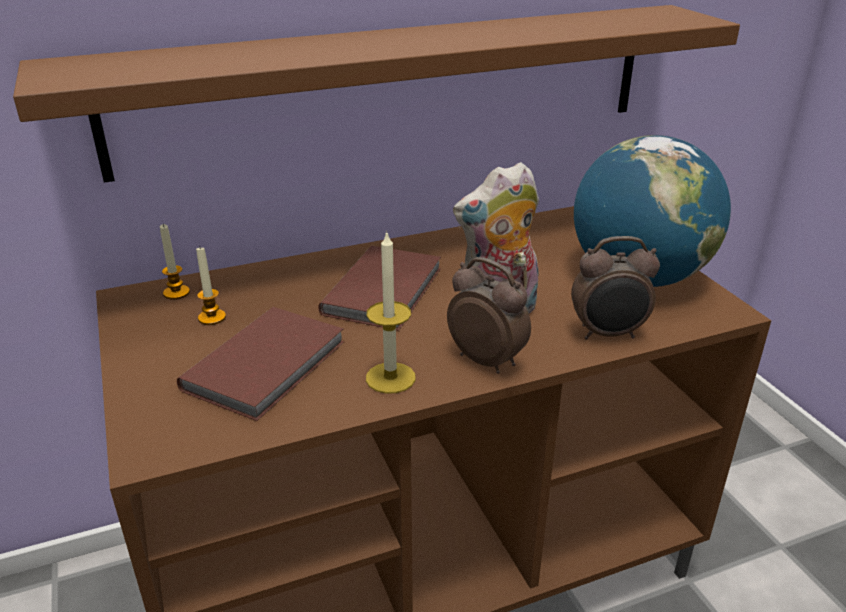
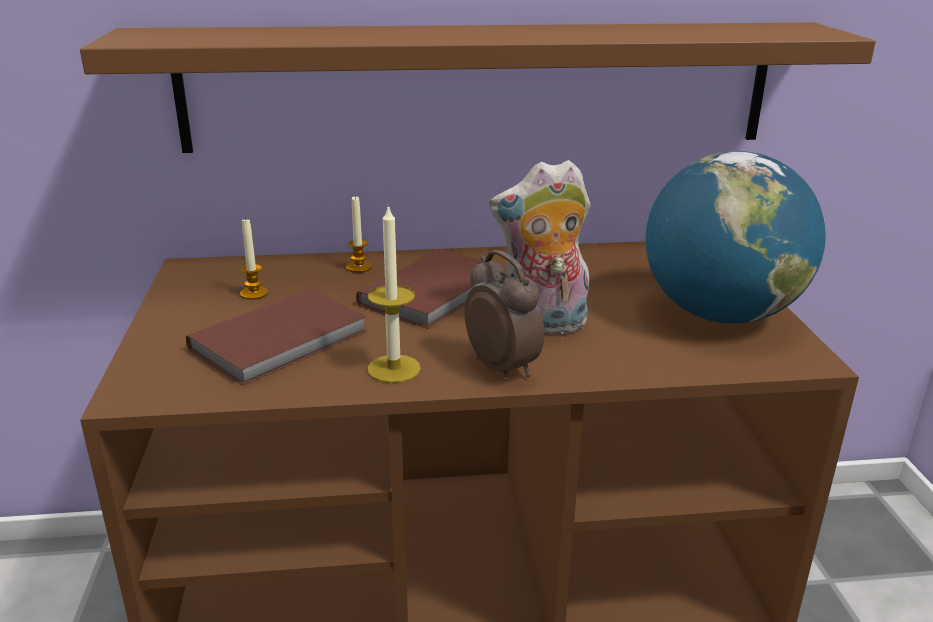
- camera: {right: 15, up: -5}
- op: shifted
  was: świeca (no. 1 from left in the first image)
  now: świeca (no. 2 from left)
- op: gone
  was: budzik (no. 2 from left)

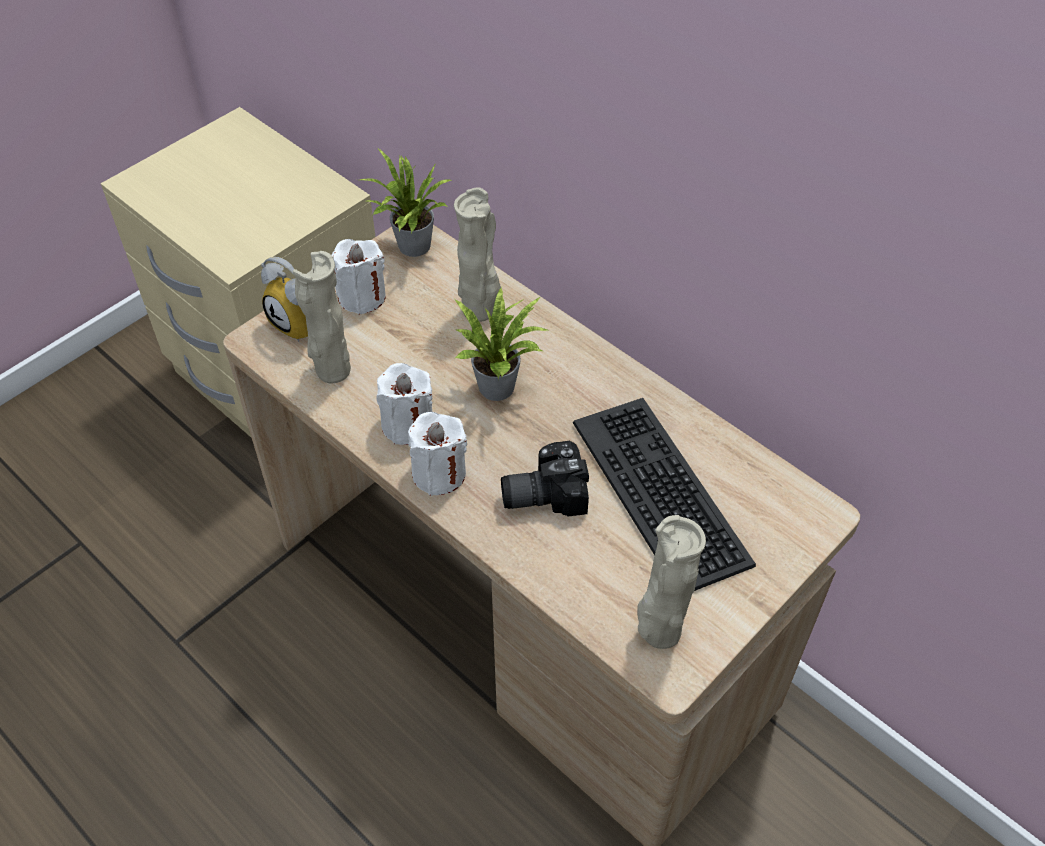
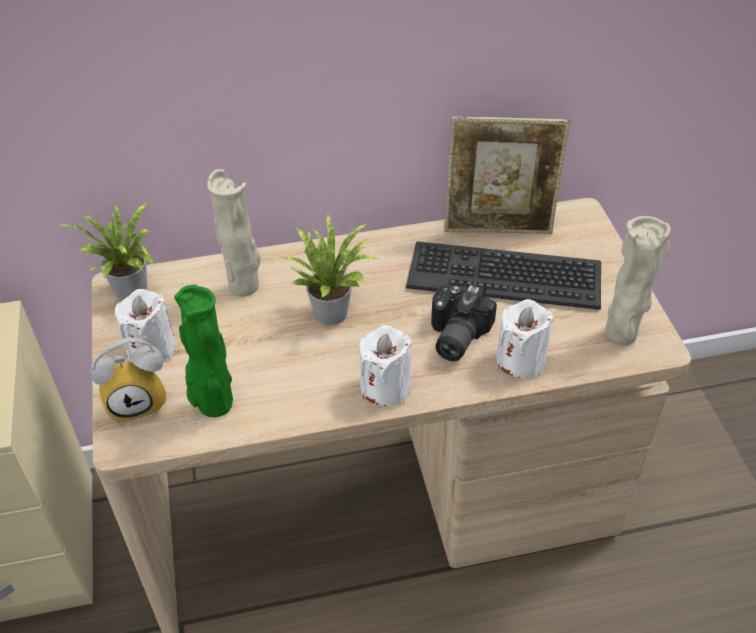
- camera: {right: -55, up: -5}
- op: repainted
  was: wazon/beżowy (no. 1 from left)
  now: wazon/zielony
- op: new
  now: ramka na zdjęcie
- op: shifted
  was: świeca/biały (no. 2 from left in the first image)
  now: świeca/biały (no. 3 from left)

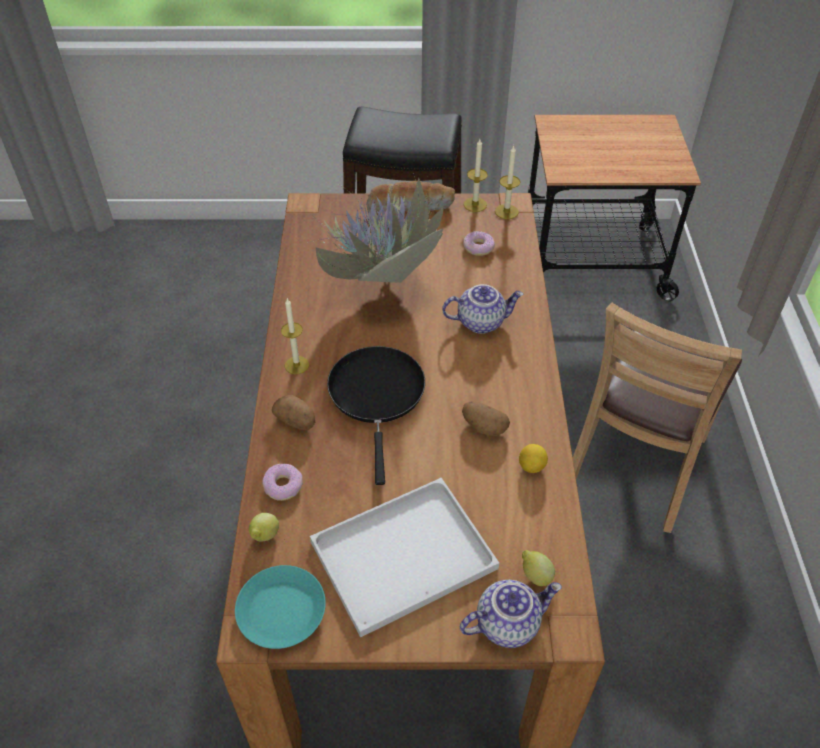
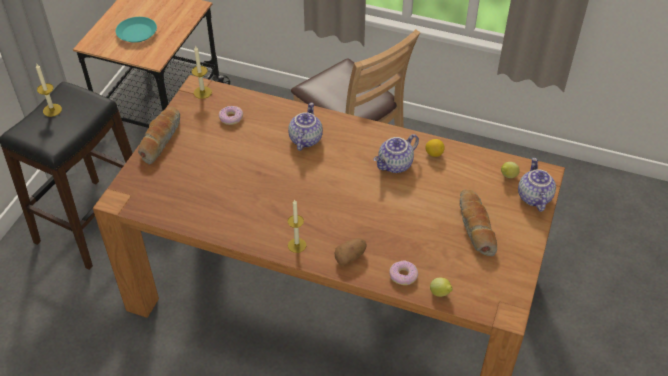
- camera: {right: -70, up: 0}
- op: shifted
  was: świeca (no. 2 from left in the first image)
  now: świeca (no. 1 from left)
- op: shifted
  was: talerz/turkusowy
- op: swapped
  was: ziemniak (no. 2 from left)
  now: imbryk (no. 2 from left)
- op: swapped
  was: taca/biały
  now: chleb (no. 2 from left)
- op: gone
  was: roślina doniczkowa
- op: gone
  was: patelnia/czarny

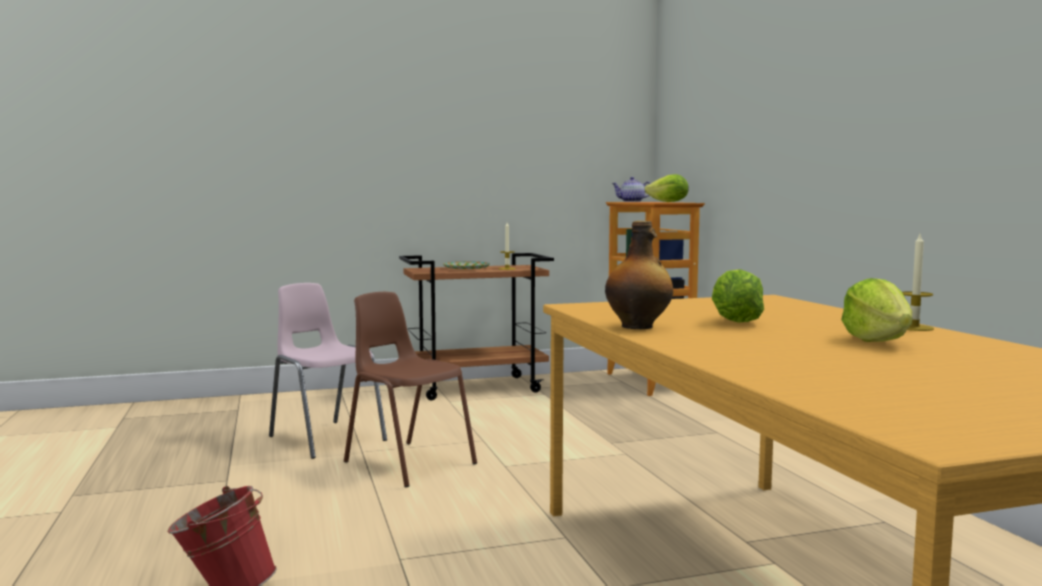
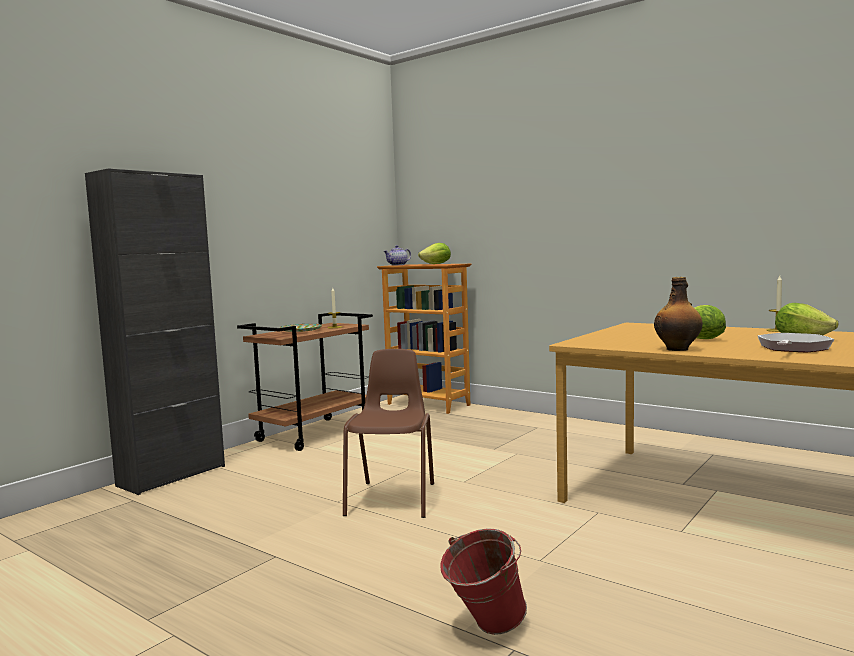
- camera: {right: -35, up: 0}
- op: new
  now: szafka/czarny
- op: rotated
  was: krzesło/brązowy
  clockwise: 90
- op: new
  now: patelnia
- op: gone
  was: krzesło/różowy

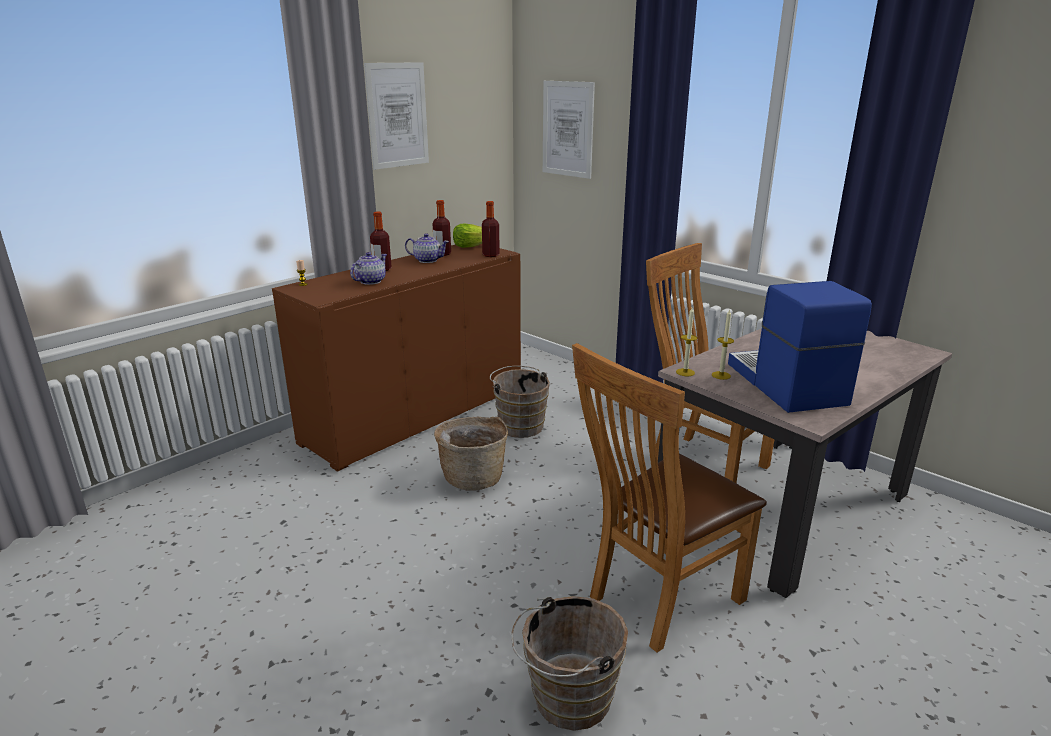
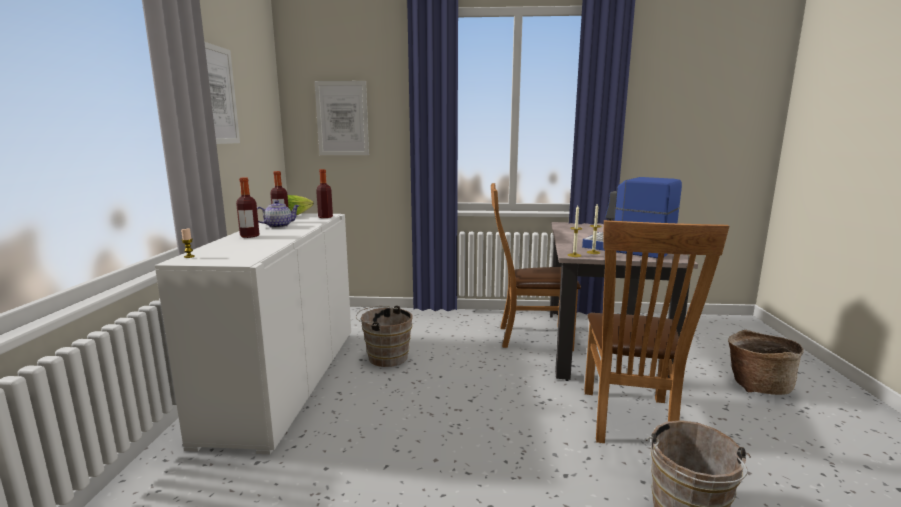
- camera: {right: -40, up: -10}
- op: repainted
  was: szafka/brązowy
  now: szafka/biały
- op: shifted
  was: koszyk
- op: gone
  was: imbryk (no. 1 from left)

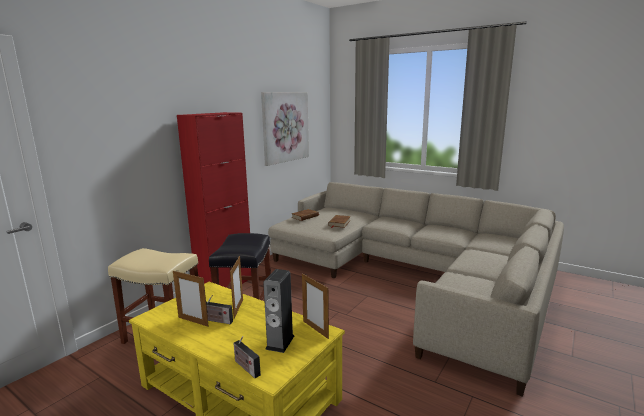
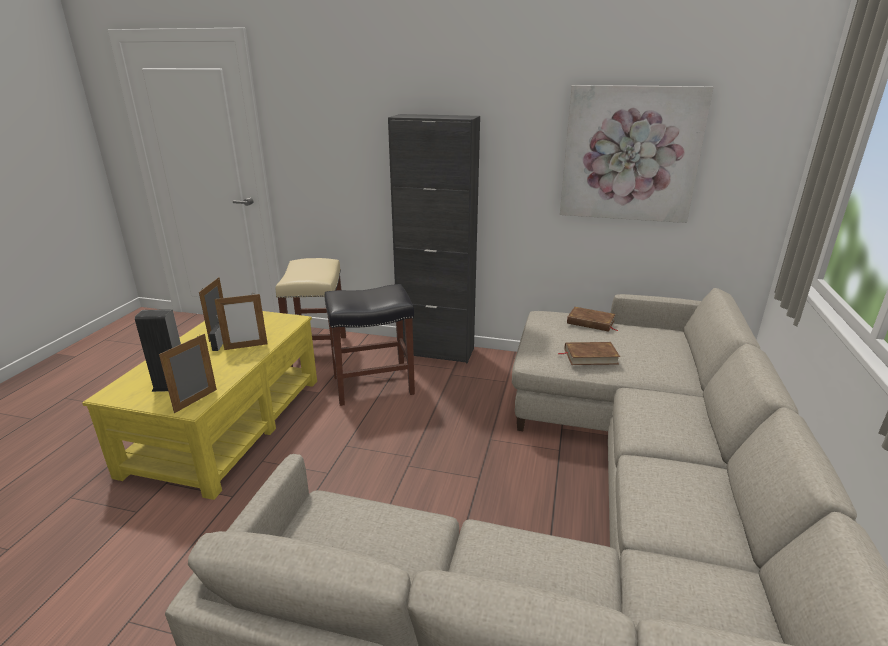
- camera: {right: 70, up: 10}
- op: repainted
  was: szafka/czerwony
  now: szafka/czarny
- op: gone
  was: radio (no. 2 from left)

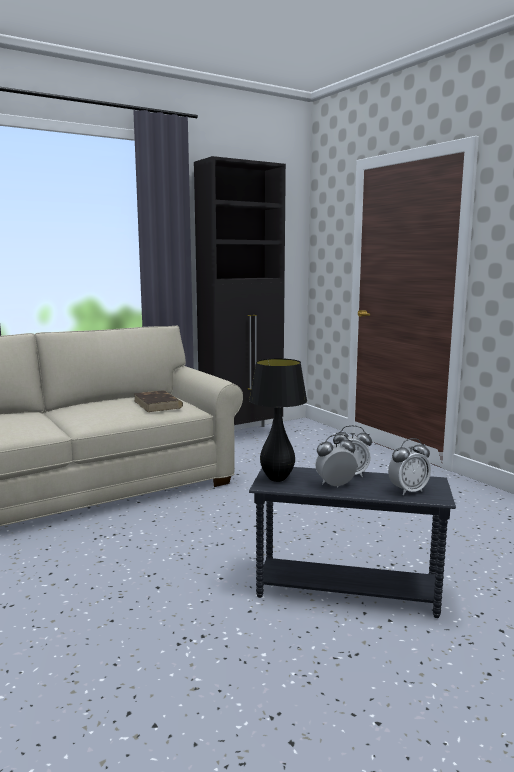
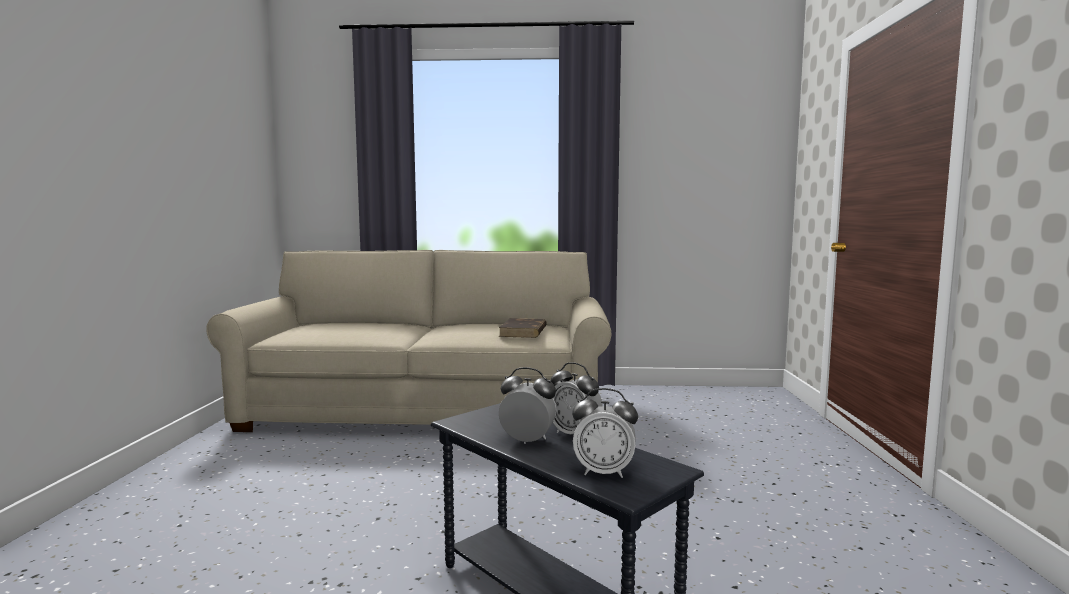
- camera: {right: 35, up: -5}
- op: gone
  was: szafka/czarny
- op: gone
  was: lampa stołowa/czarny

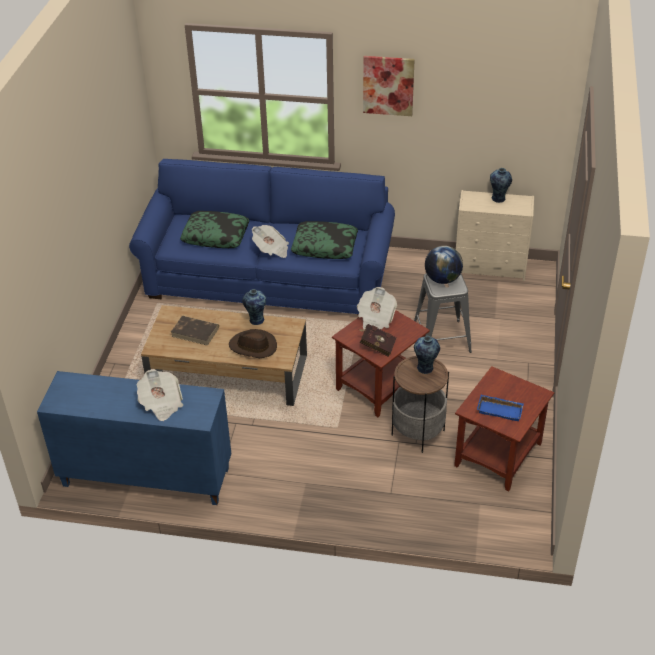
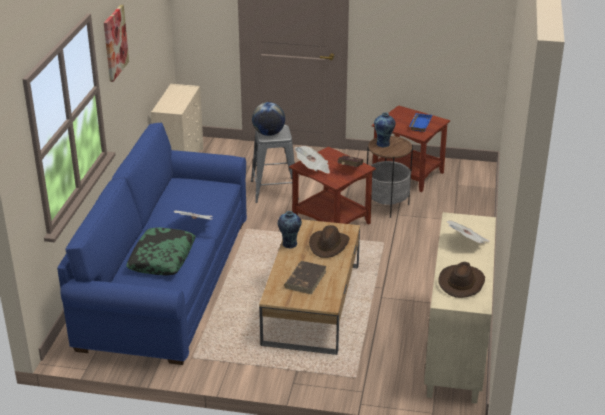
- camera: {right: -90, up: -10}
- op: repainted
  was: szafka/niebieski
  now: szafka/beżowy
- op: new
  now: kapelusz/brązowy (no. 2 from left)
- op: gone
  was: poduszka (no. 2 from left)
- op: gone
  was: wazon (no. 3 from left)

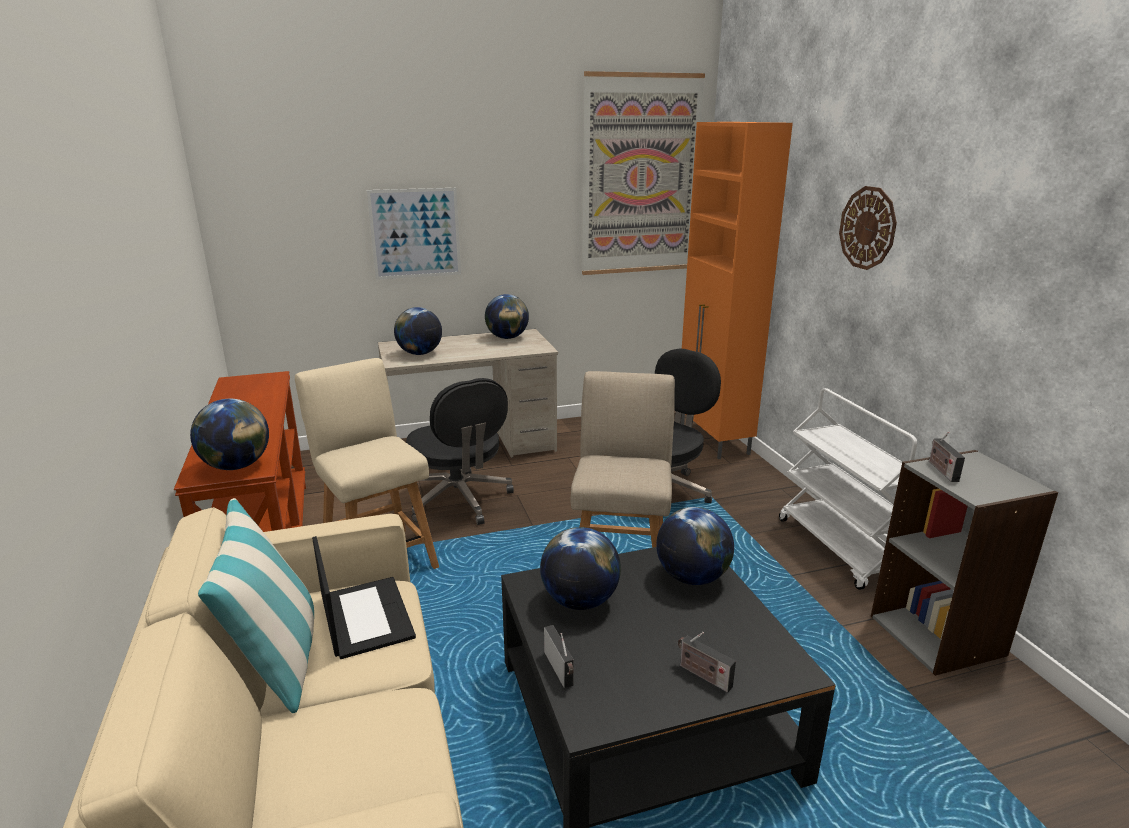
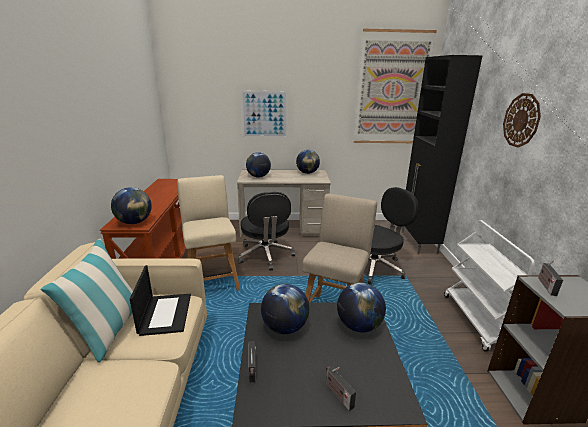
- camera: {right: 15, up: 0}
- op: repainted
  was: szafka/pomarańczowy
  now: szafka/czarny

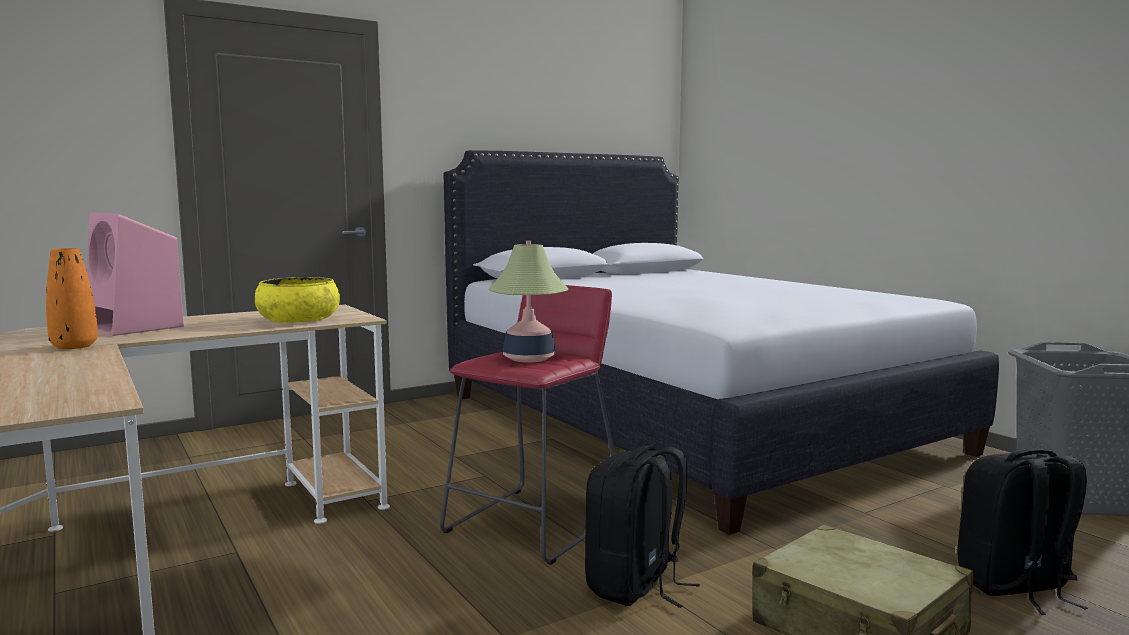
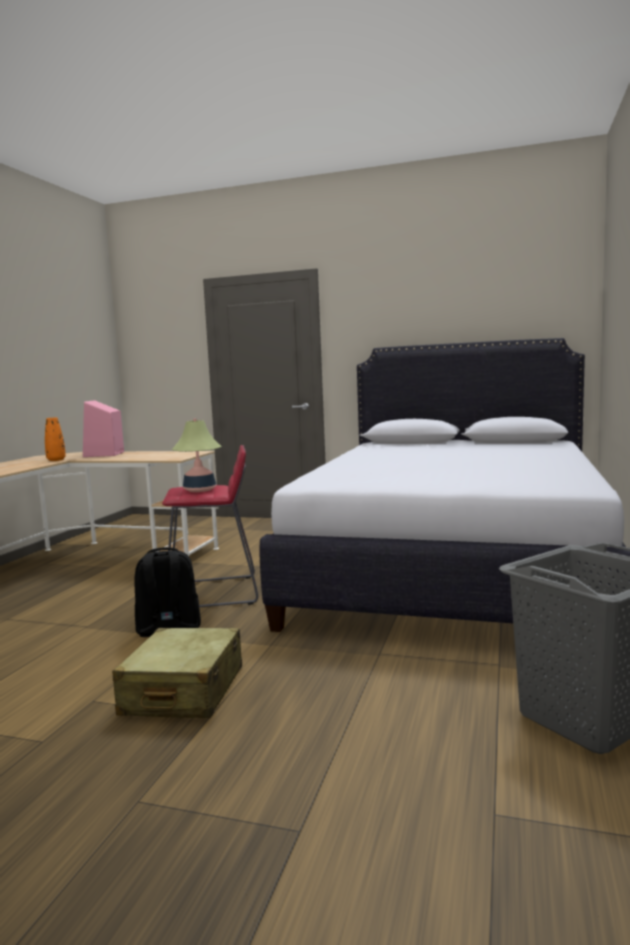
- camera: {right: 50, up: 0}
- op: gone
  was: miska/żółty
- op: gone
  was: plecak/czarny (no. 2 from left)

